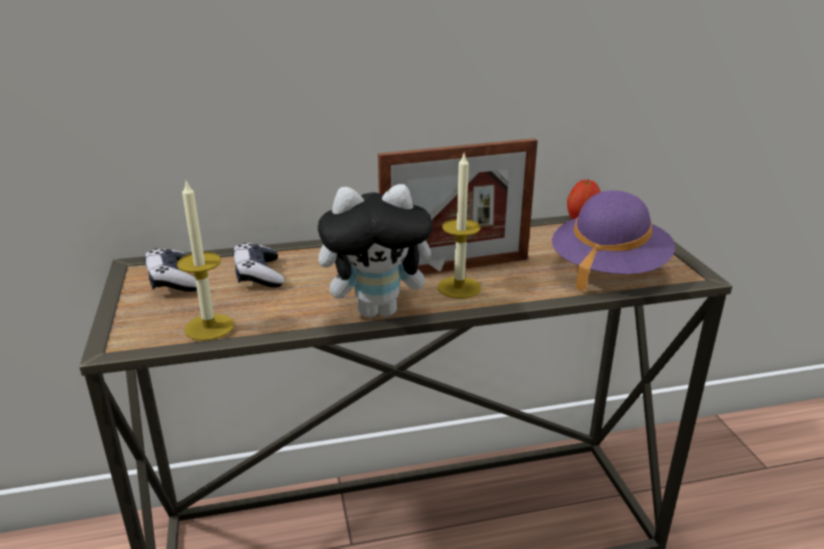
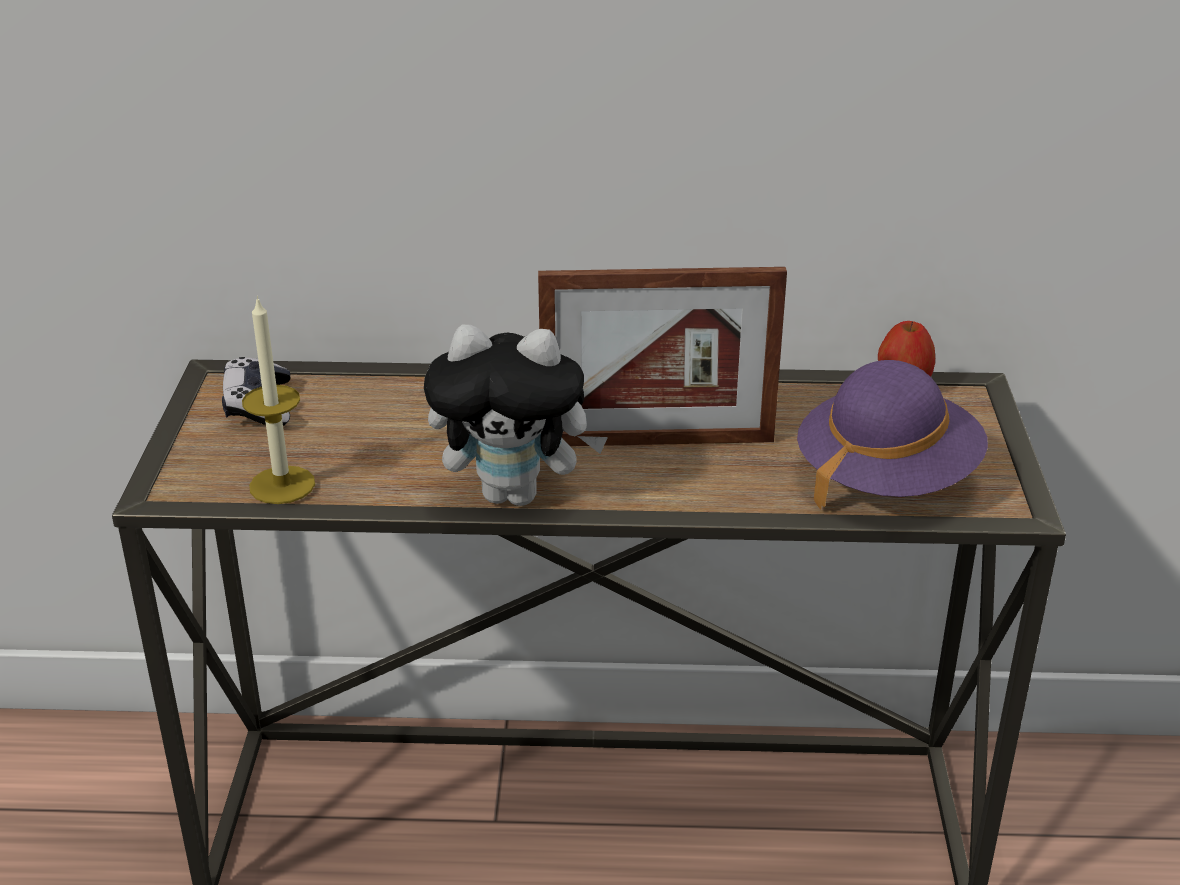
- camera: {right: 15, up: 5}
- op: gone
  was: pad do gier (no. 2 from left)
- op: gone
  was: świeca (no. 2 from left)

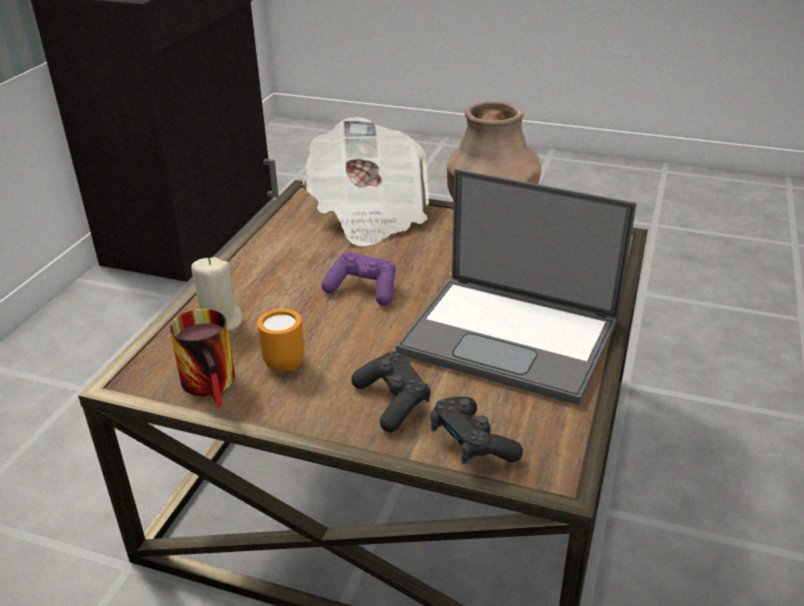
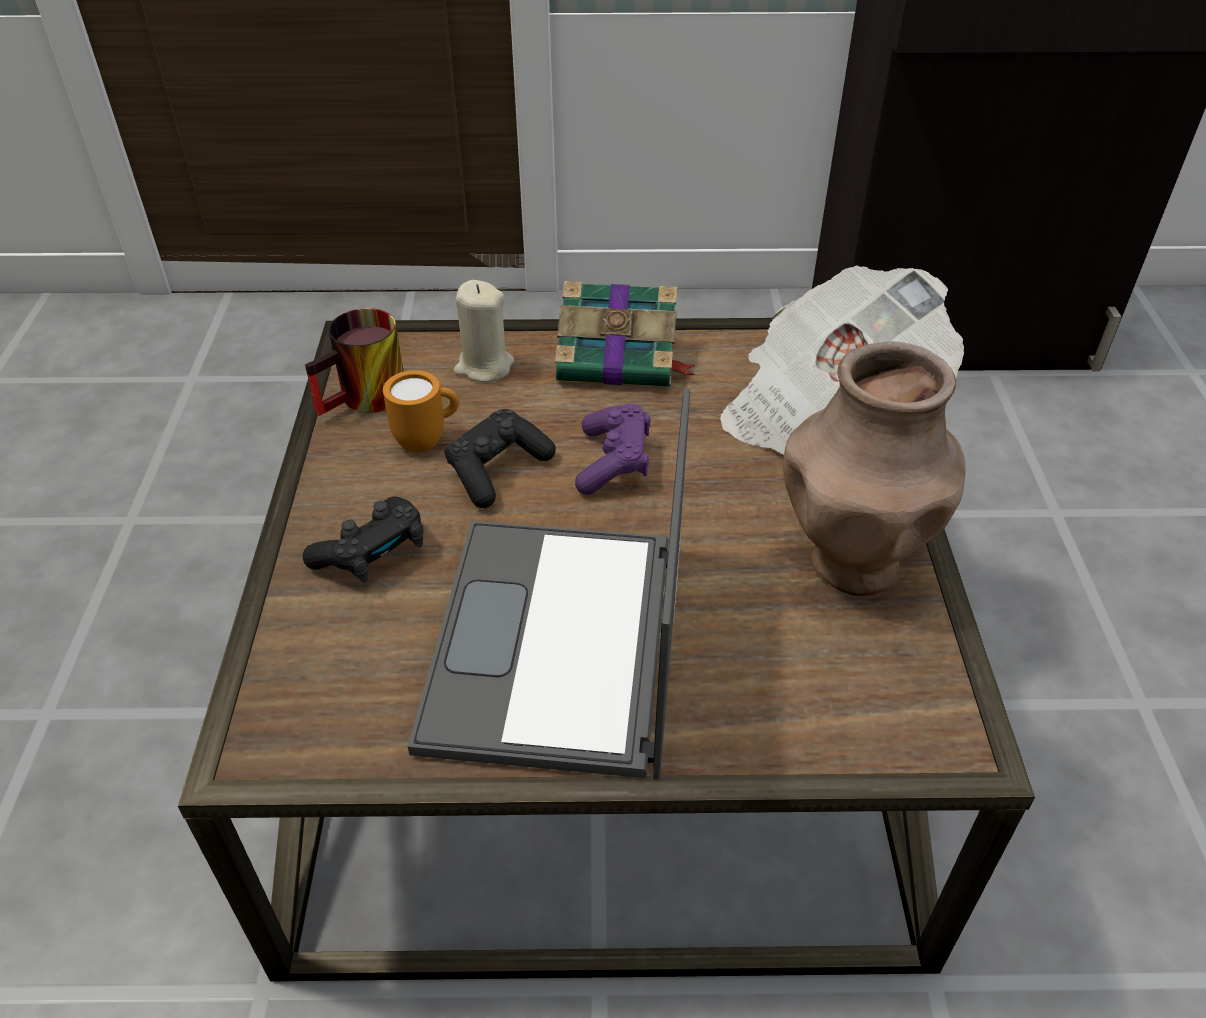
- camera: {right: 70, up: 10}
- op: shifted
  was: pad do gier/czarny (no. 2 from left)
- op: new
  now: książka

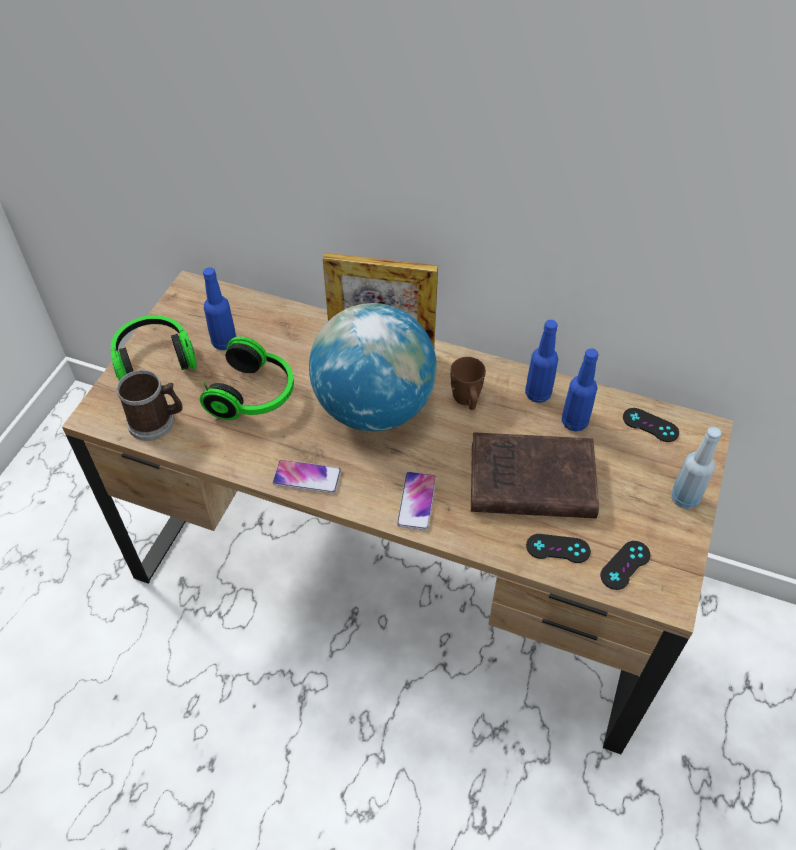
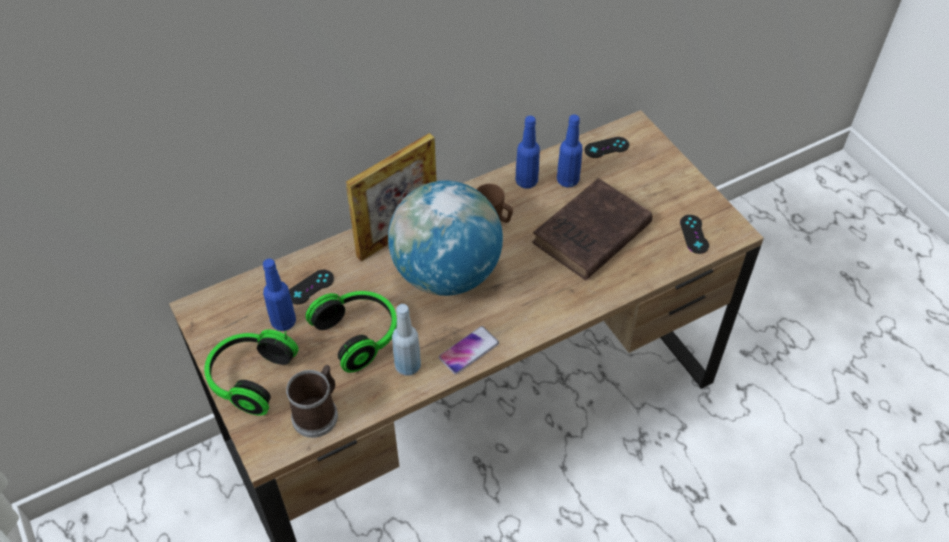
- camera: {right: -50, up: 0}
- op: shifted
  was: pad do gier/czarny (no. 1 from left)
- op: shifted
  was: butelka/niebieski (no. 4 from left in the first image)
  now: butelka/niebieski (no. 2 from left)
- op: gone
  was: telefon (no. 2 from left)

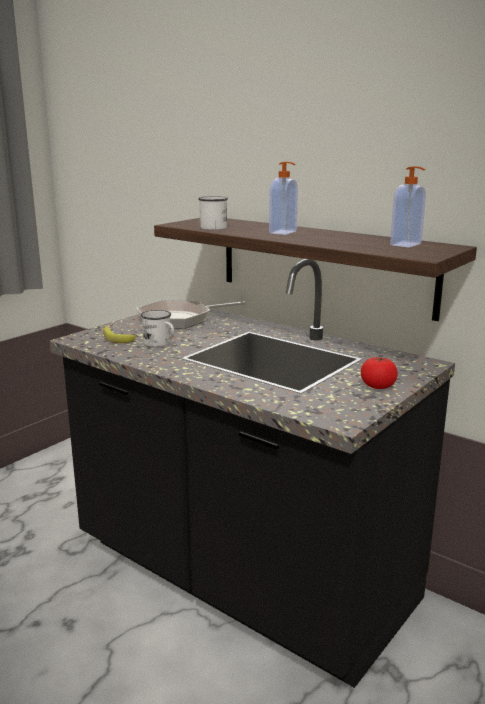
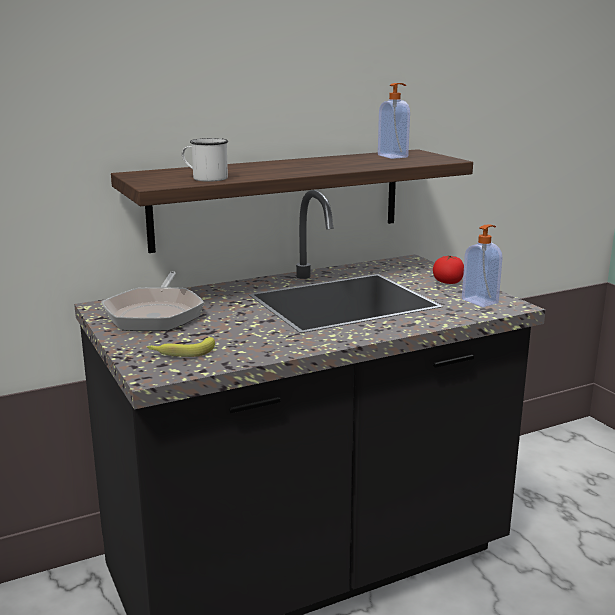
- camera: {right: -65, up: 0}
- op: shifted
  was: dozownik mydła (no. 1 from left in the first image)
  now: dozownik mydła (no. 2 from left)
- op: gone
  was: kubek/biały (no. 1 from left)

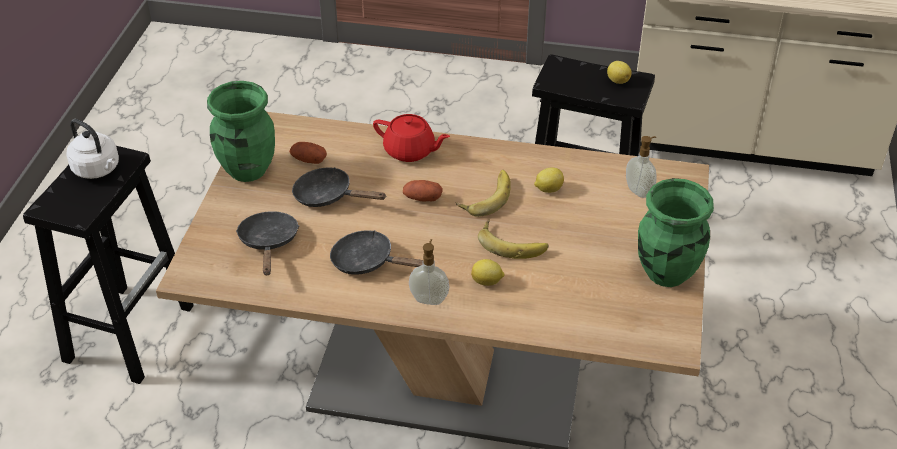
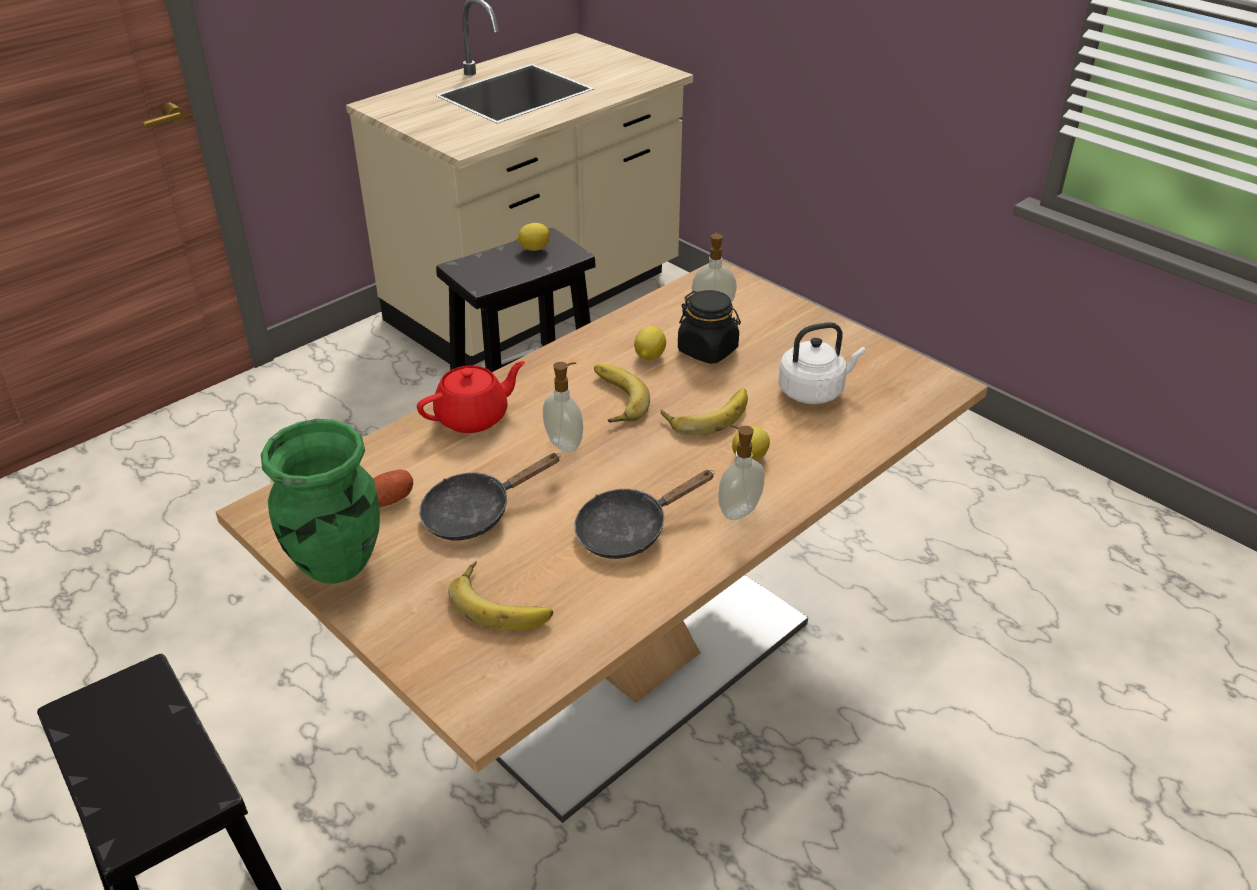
- camera: {right: -55, up: -5}
- op: swapped
  was: patelnia/czarny (no. 1 from left)
  now: banan (no. 1 from left)
- op: swapped
  was: ziemniak (no. 2 from left)
  now: dozownik mydła (no. 1 from left)
- op: new
  now: słoik/czarny
- op: shifted
  was: czajnik/biały
- op: gone
  was: wazon/zielony (no. 2 from left)

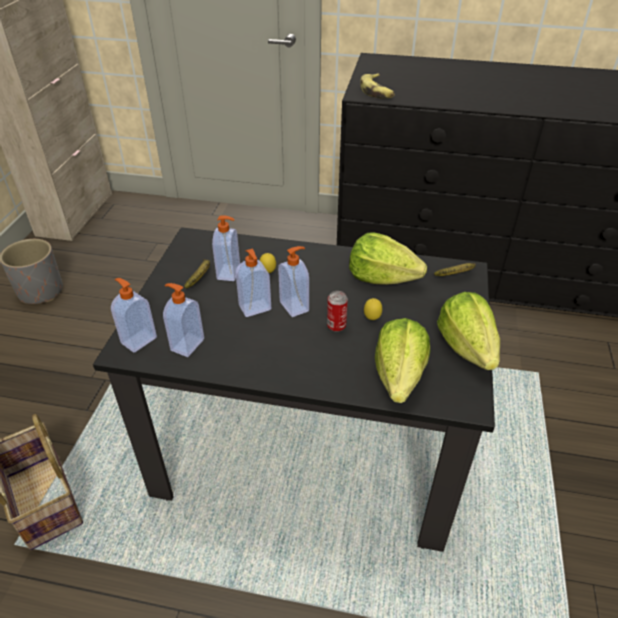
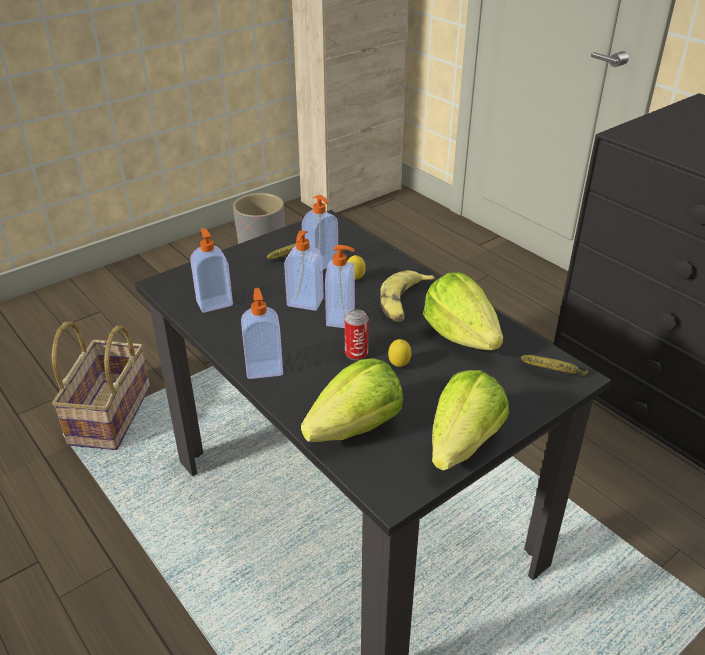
- camera: {right: 40, up: -5}
- op: shifted
  was: dozownik mydła (no. 1 from left in the first image)
  now: dozownik mydła (no. 2 from left)
- op: shifted
  was: banan (no. 2 from left)

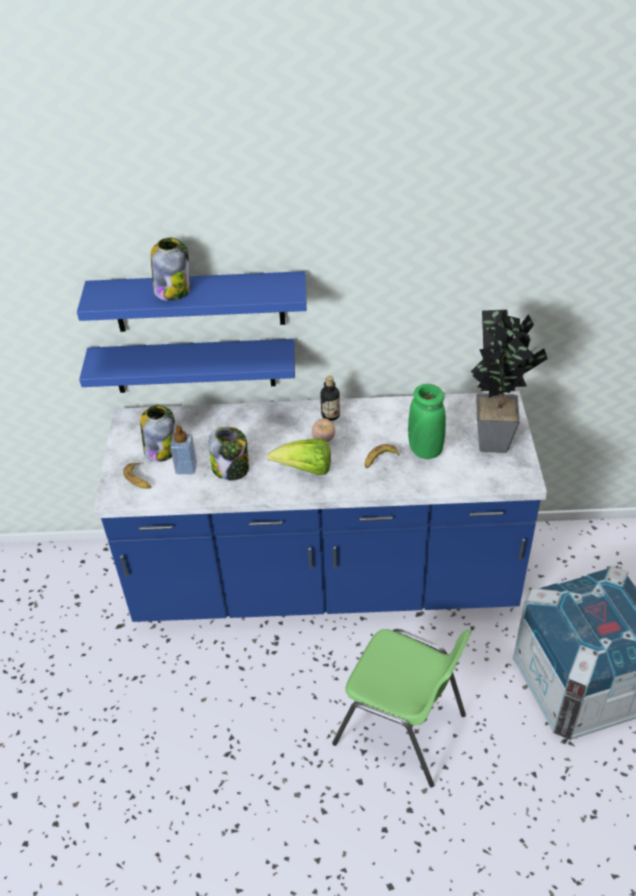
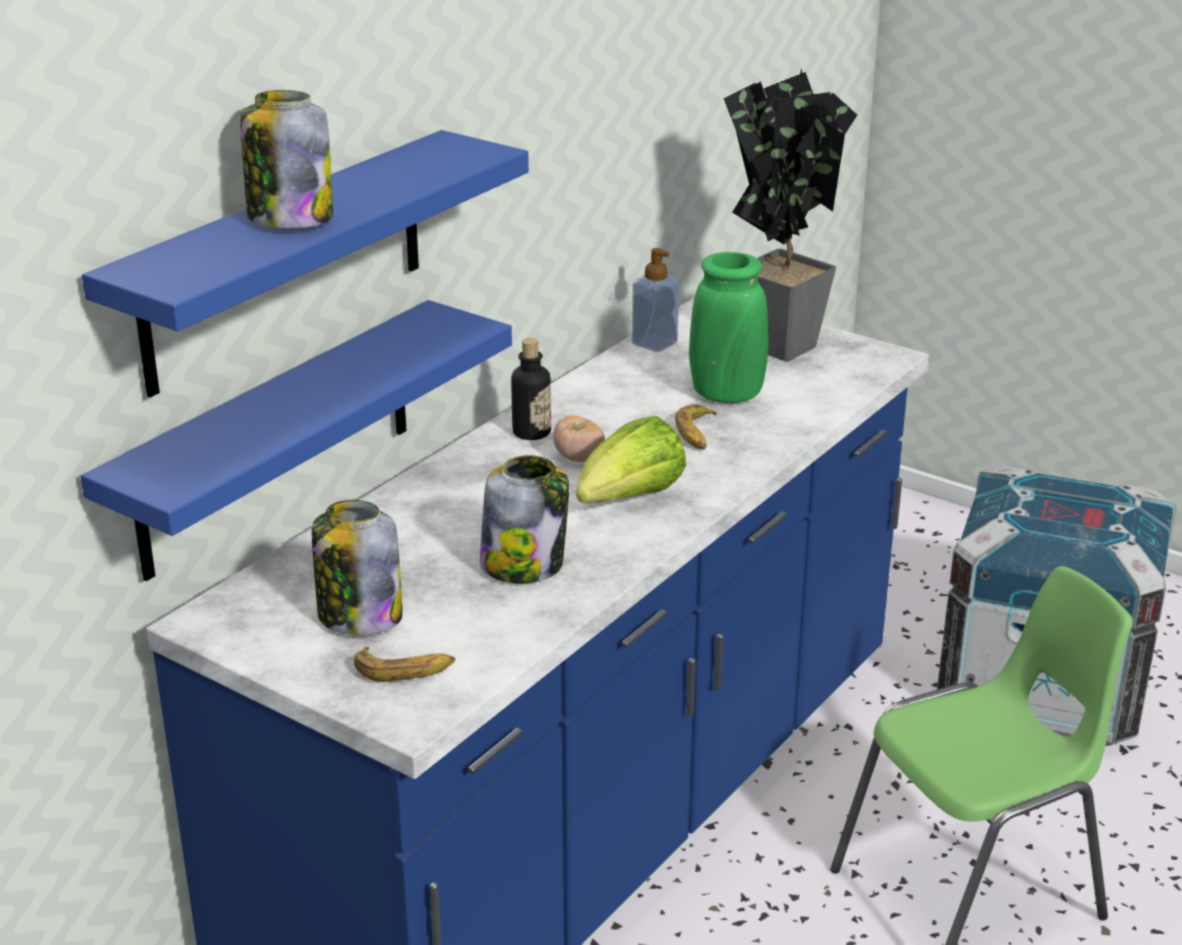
- camera: {right: -55, up: -15}
- op: shifted
  was: dozownik mydła

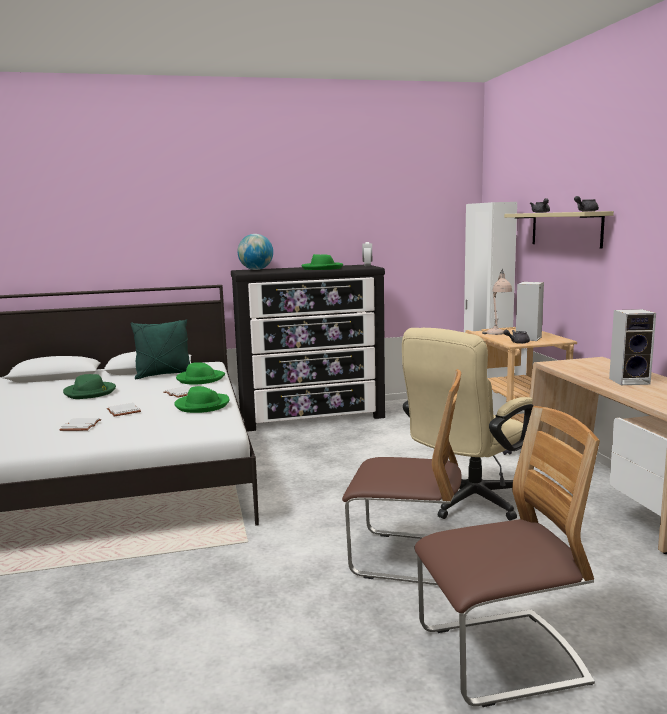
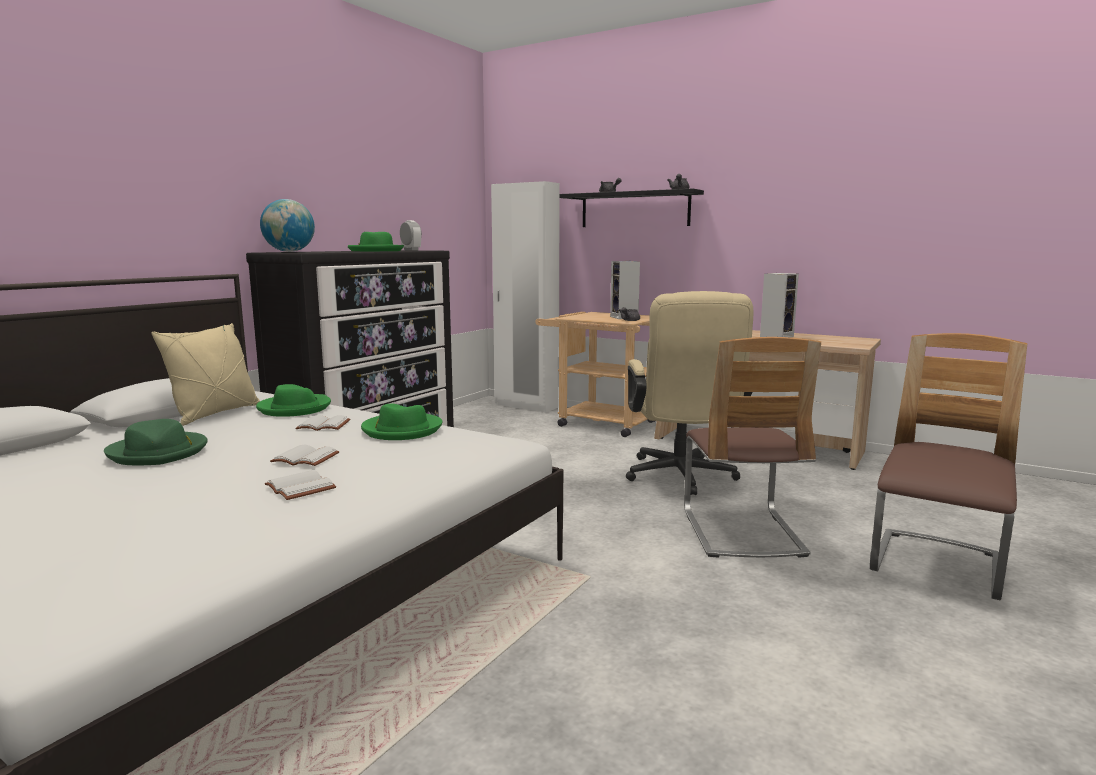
- camera: {right: -45, up: 0}
- op: repainted
  was: poduszka/zielony
  now: poduszka/beżowy
- op: repainted
  was: półka/beżowy
  now: półka/czarny
- op: rotated
  was: krzesło (no. 1 from left)
  clockwise: 120
- op: gone
  was: lampa stołowa/beżowy

